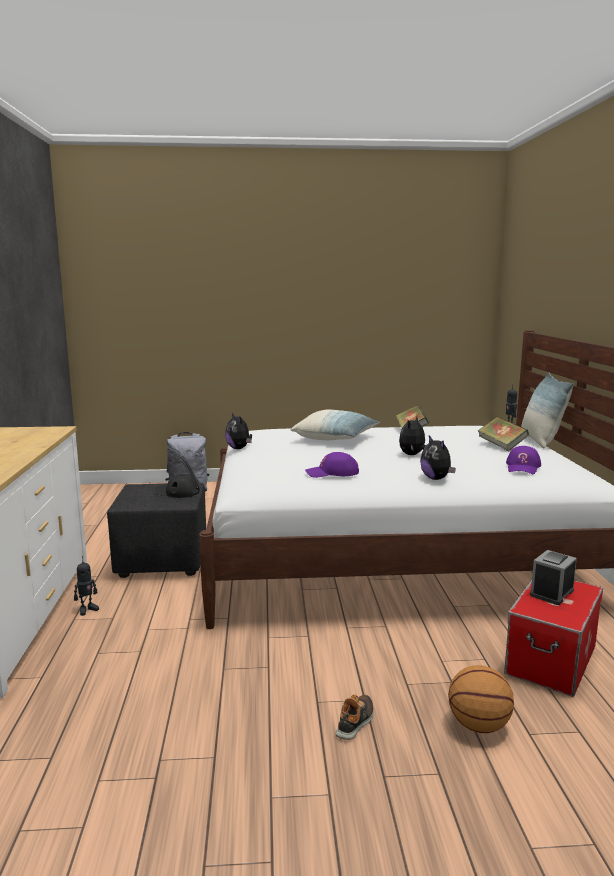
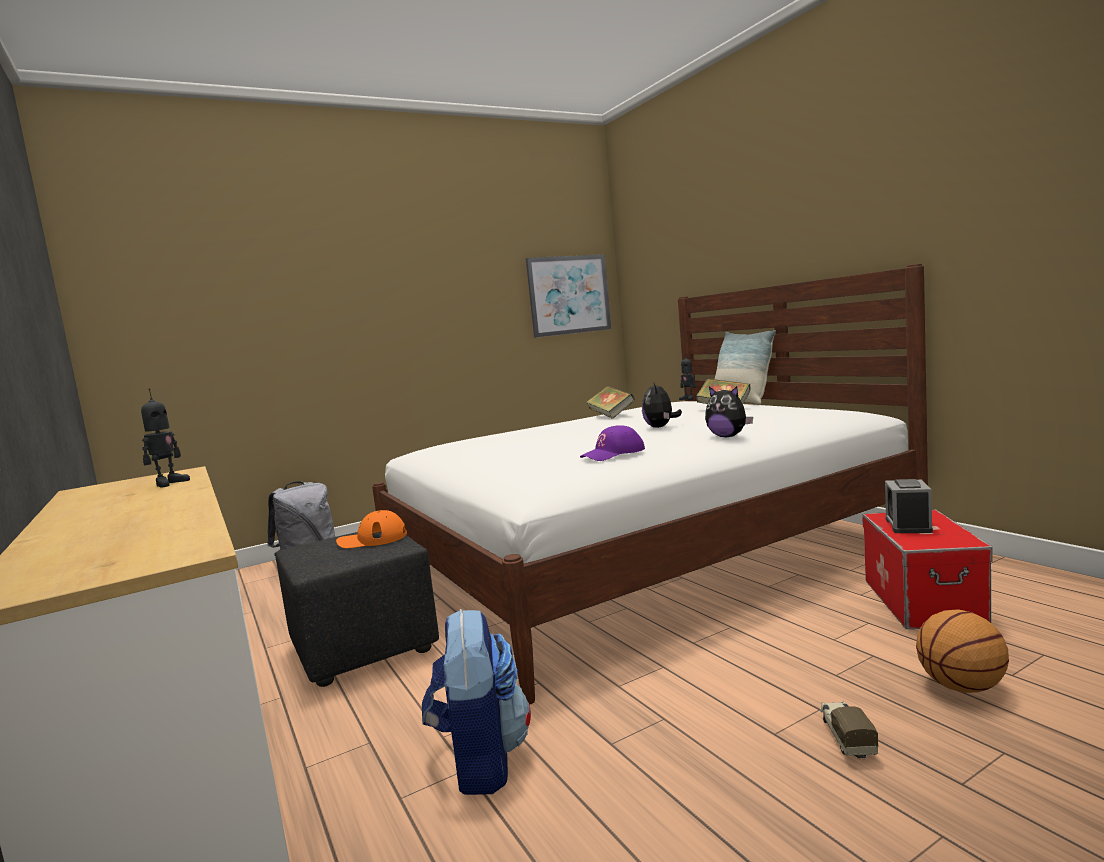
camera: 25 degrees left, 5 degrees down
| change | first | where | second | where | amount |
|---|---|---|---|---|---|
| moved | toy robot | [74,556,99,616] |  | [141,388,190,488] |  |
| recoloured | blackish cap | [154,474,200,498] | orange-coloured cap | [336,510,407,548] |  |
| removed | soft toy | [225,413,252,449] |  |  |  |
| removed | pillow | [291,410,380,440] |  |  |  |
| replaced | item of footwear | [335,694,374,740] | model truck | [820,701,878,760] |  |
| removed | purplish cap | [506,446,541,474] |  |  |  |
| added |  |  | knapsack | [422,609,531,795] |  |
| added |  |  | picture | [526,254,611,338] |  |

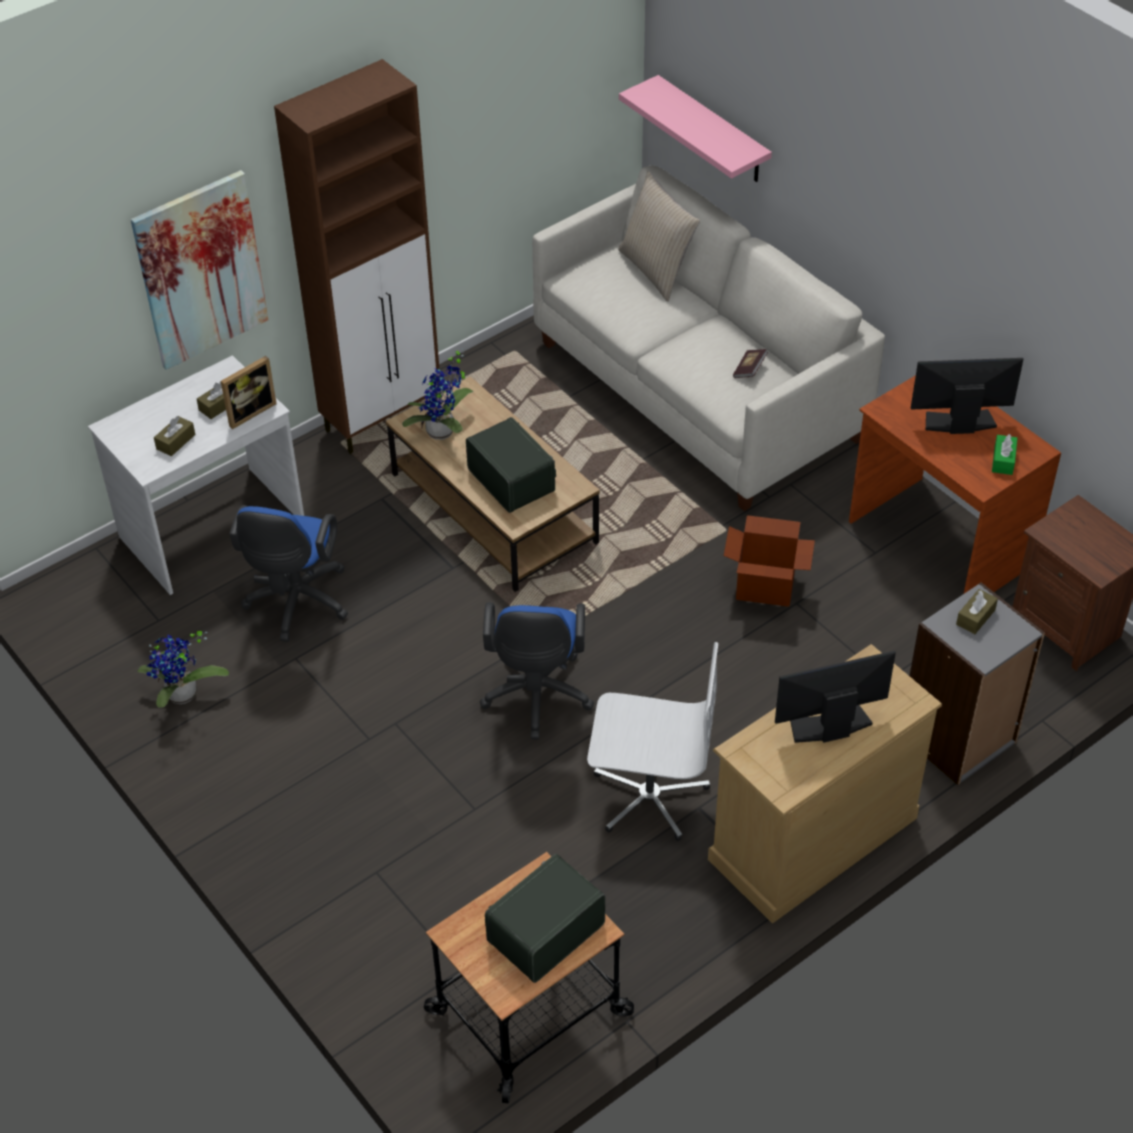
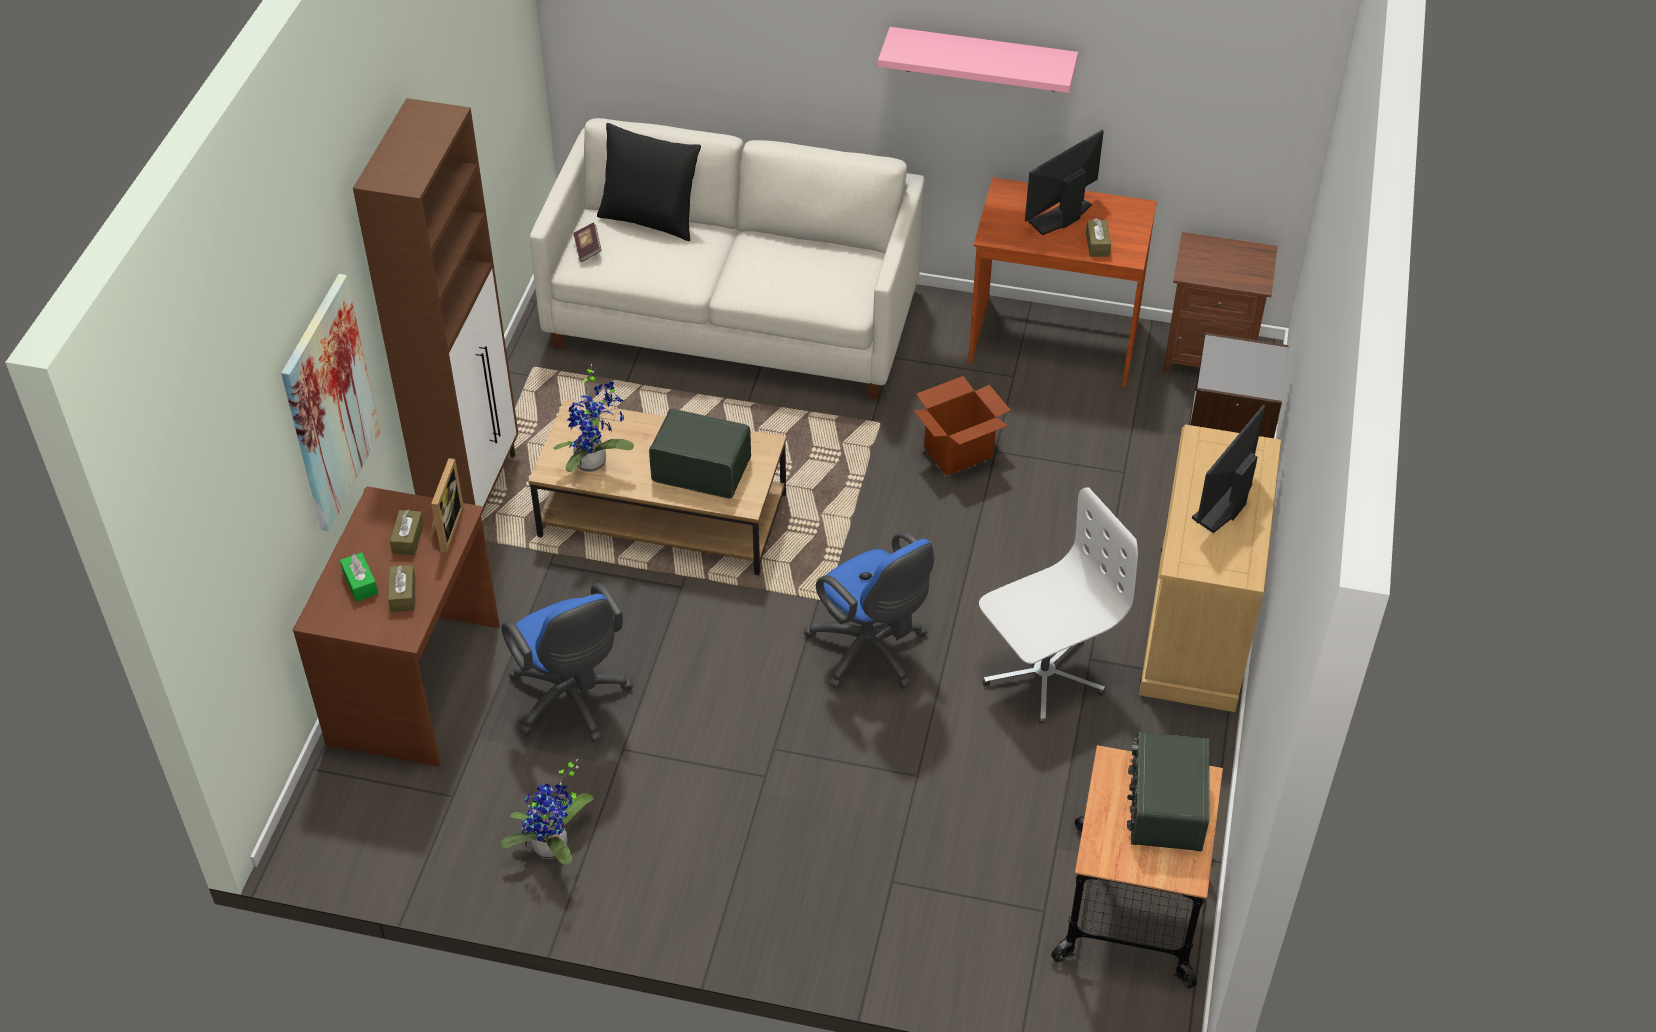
camera: 40 degrees left, 0 degrees up
| change | first | where | second | where | amount |
|---|---|---|---|---|---|
| recoloured | whitish desk table | [88,355,304,595] | brownish desk table | [293,486,500,767] |  |
| recoloured | sand-coloured pillow | [618,171,700,302] | blackish pillow | [597,123,701,241] |  |
| moved | pink bracket shelf | [619,75,772,182] |  | [878,27,1078,93] |  |
| moved | book | [733,349,768,378] |  | [573,222,602,262] |  |
| moved | brownish box of tissues | [956,589,998,634] |  | [1086,218,1111,257] |  |
| moved | green box of tissues | [992,434,1017,475] |  | [340,552,378,602] |  |

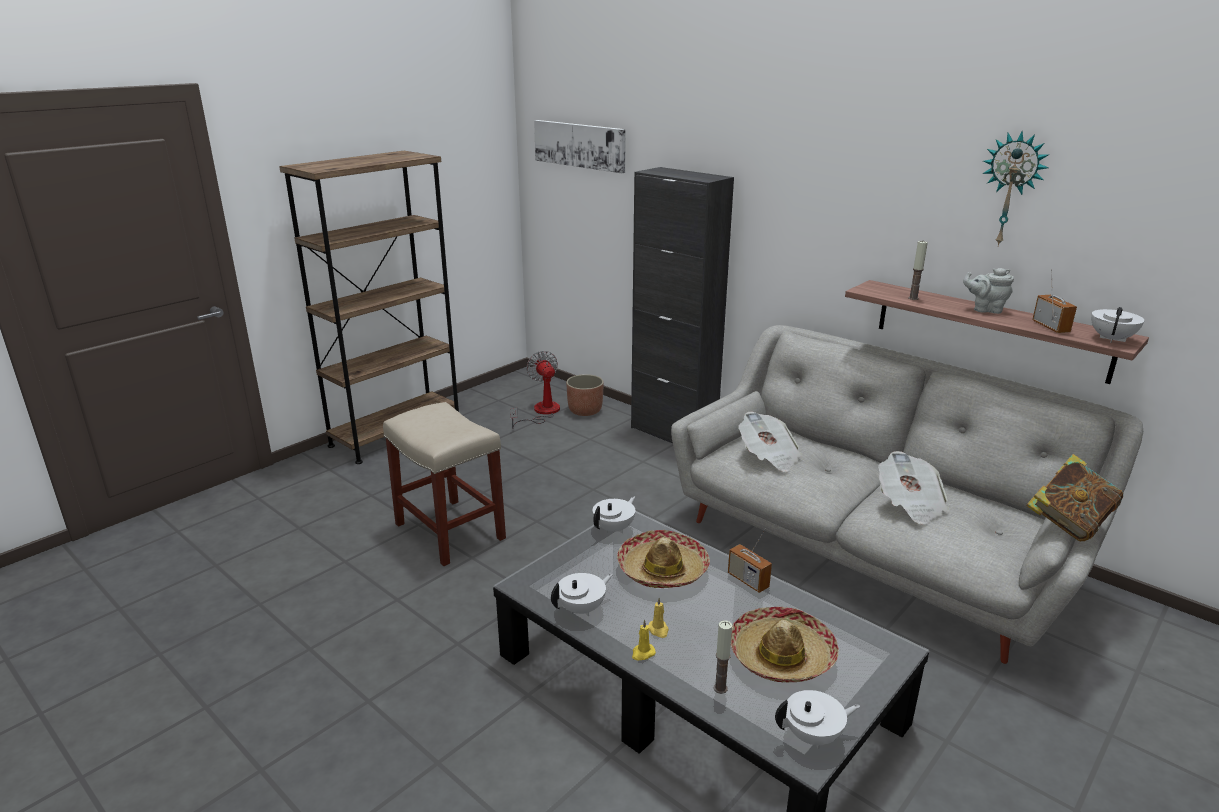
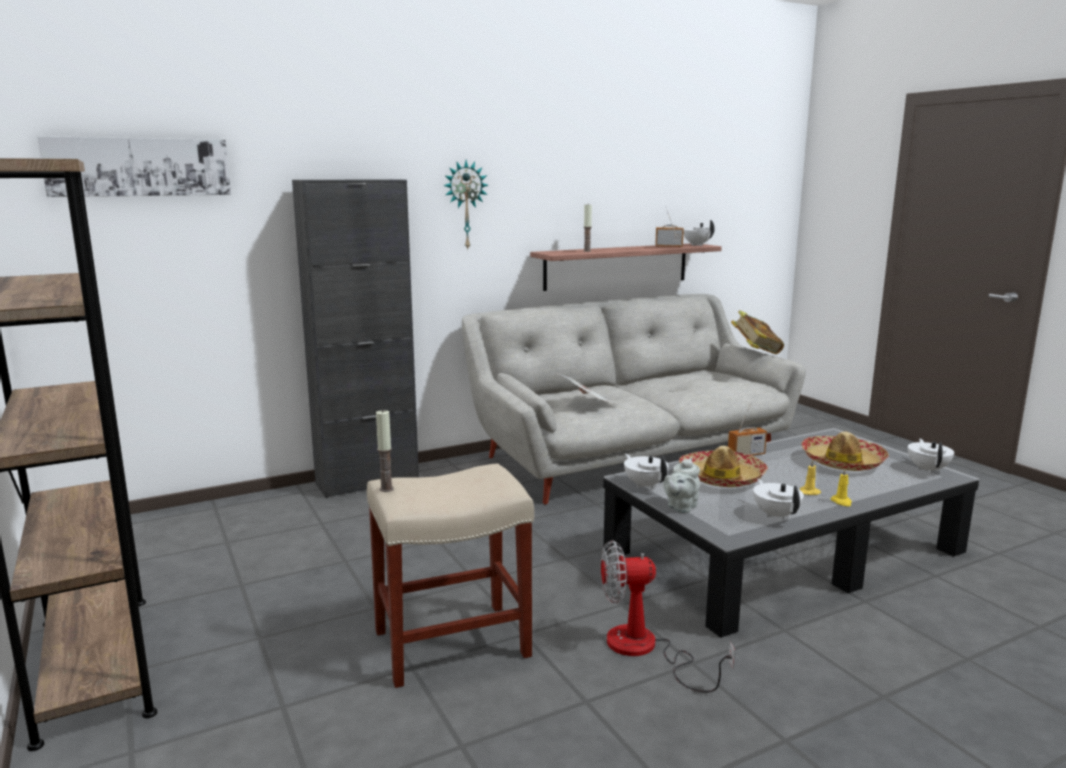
camera: 70 degrees left, 10 degrees down
| change | first | where | second | where | amount |
|---|---|---|---|---|---|
| moved | fan | [510,351,560,429] |  | [601,540,735,693] |  |
| removed | plant pot | [566,374,604,416] |  |  |  |
| moved | wax light | [714,620,732,694] |  | [376,410,394,492] |  |
| removed | newspaper | [878,451,949,525] |  |  |  |
| moved | greyish teapot | [963,268,1014,314] |  | [663,458,700,513] |  |
| moved | clock on the wall | [983,131,1049,247] |  | [443,160,488,251] |  |

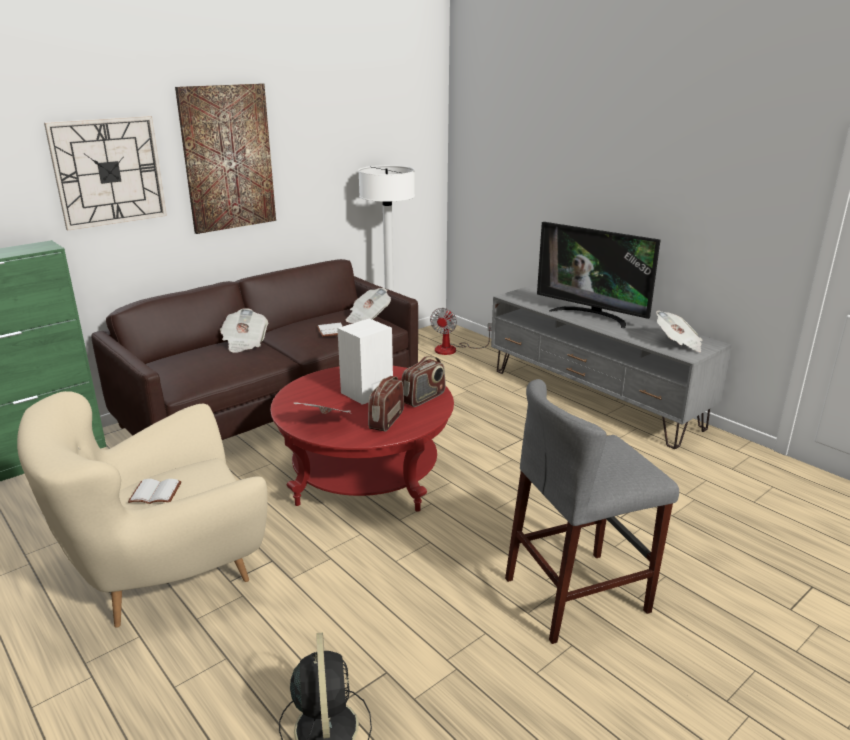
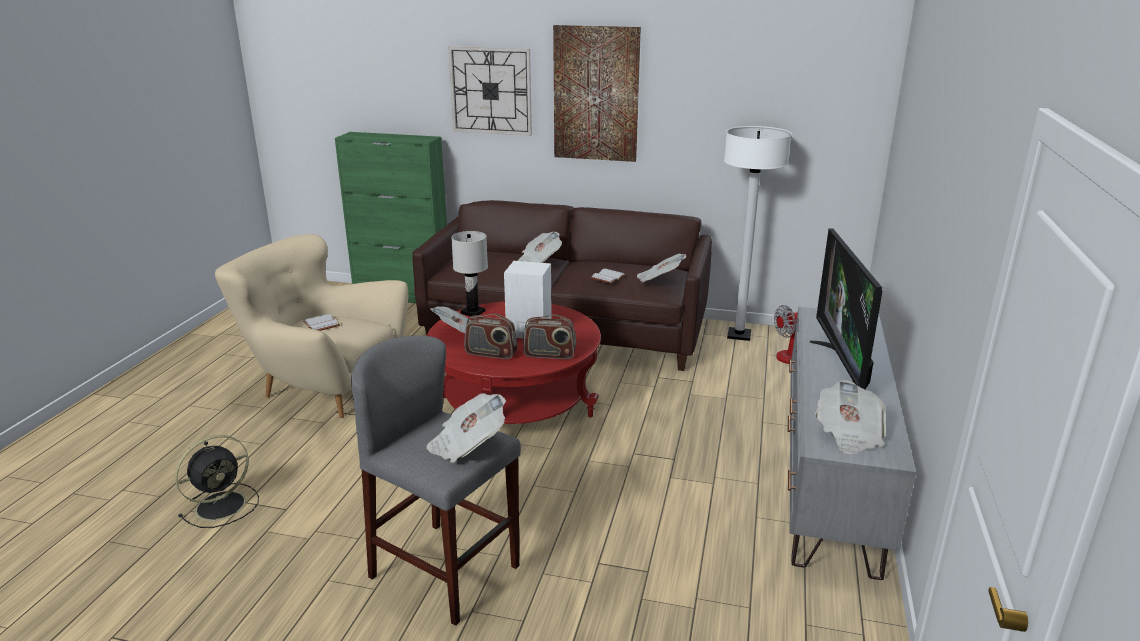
camera: 55 degrees right, 0 degrees up
| change | first | where | second | where | amount |
|---|---|---|---|---|---|
| turned | radio | [368,376,404,432] |  | [464,313,517,359] | 150 degrees counterclockwise |
| added |  |  | newspaper | [427,393,506,463] |  |
| added |  |  | whitish table lamp | [451,231,488,316] |  |

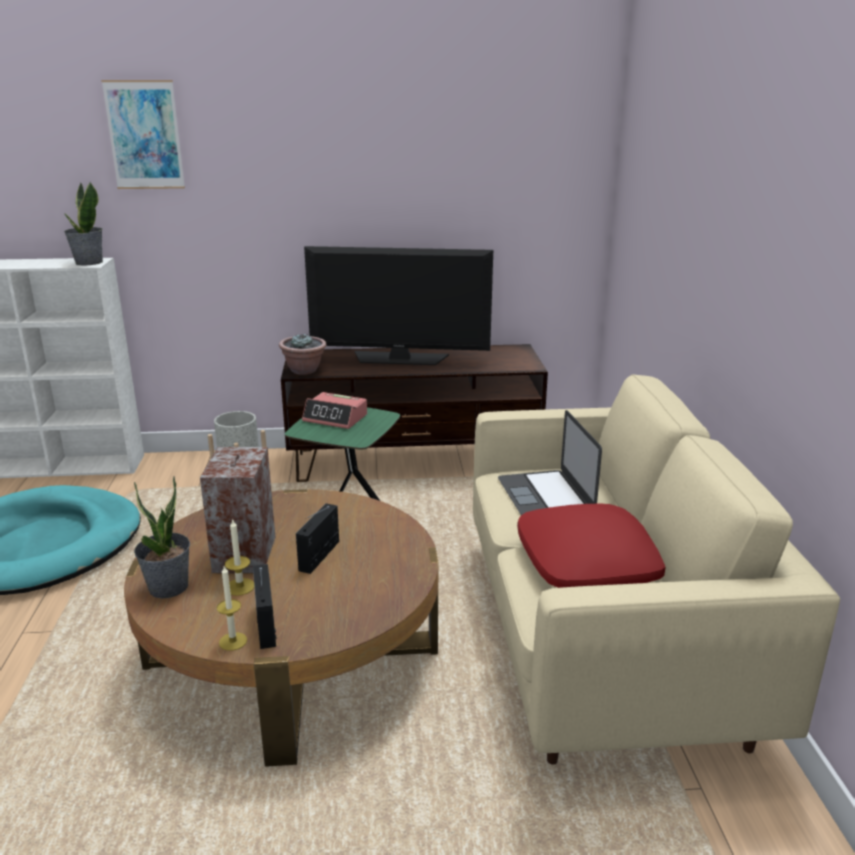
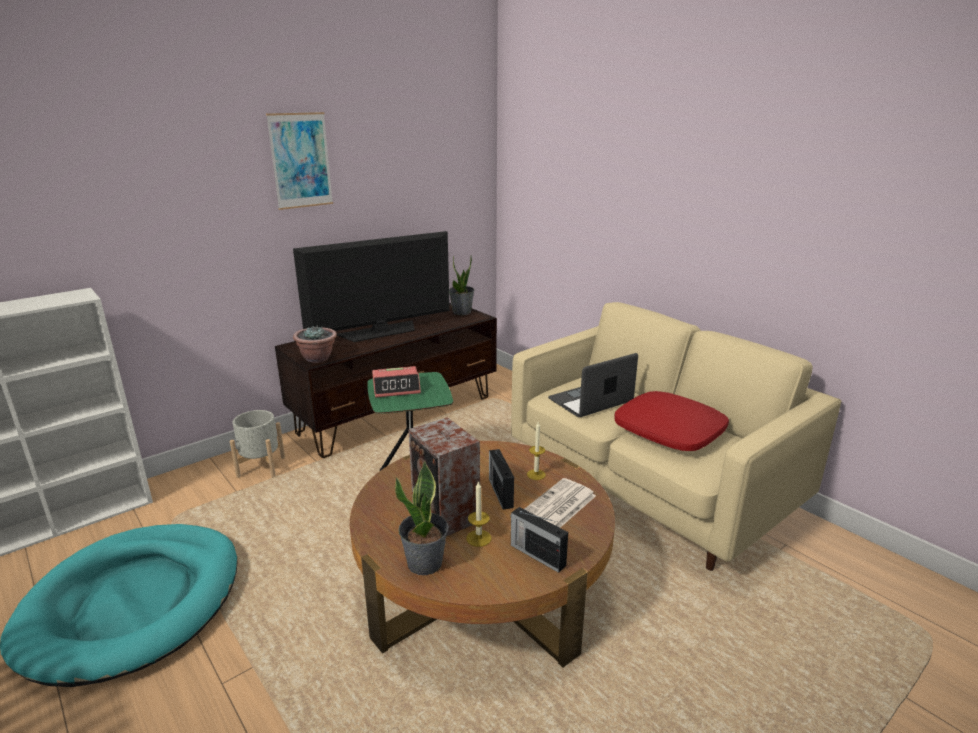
camera: 35 degrees left, 0 degrees up
| change | first | where | second | where | amount |
|---|---|---|---|---|---|
| moved | houseplant | [64,182,103,265] |  | [449,256,474,315] |  |
| moved | picture | [101,80,185,189] |  | [266,112,333,210] |  |
| moved | wax light | [217,566,247,651] |  | [527,422,546,480] |  |
| turned | notebook computer | [498,410,602,515] |  | [548,353,638,417] | 105 degrees clockwise |
| added |  |  | newspaper | [524,478,596,528] |  |

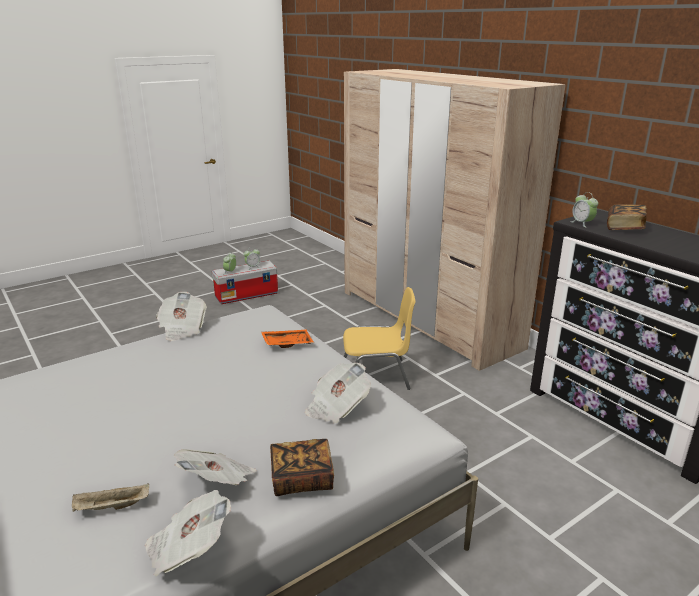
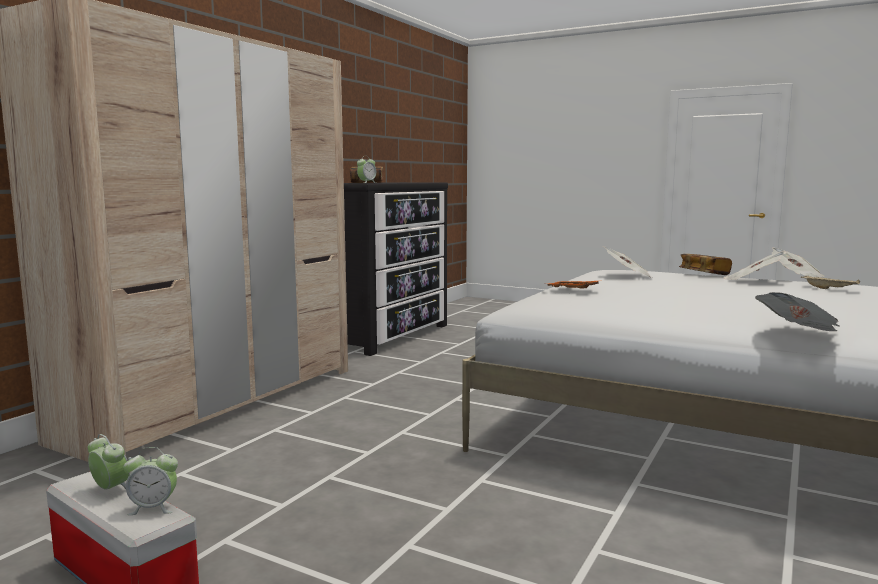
camera: 115 degrees left, 15 degrees down
| change | first | where | second | where | amount |
|---|---|---|---|---|---|
| moved | newspaper | [156,292,207,341] |  | [755,292,840,331] |  |
| removed | yellow plain chair | [343,287,416,390] |  |  |  |

